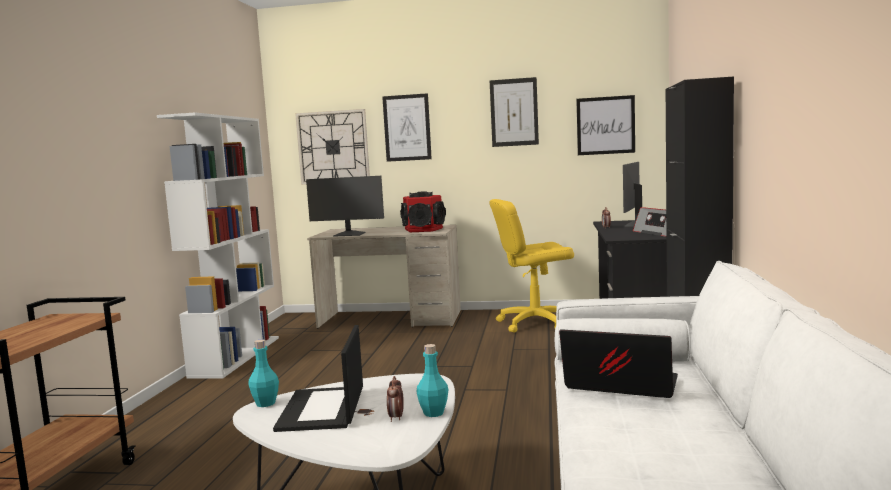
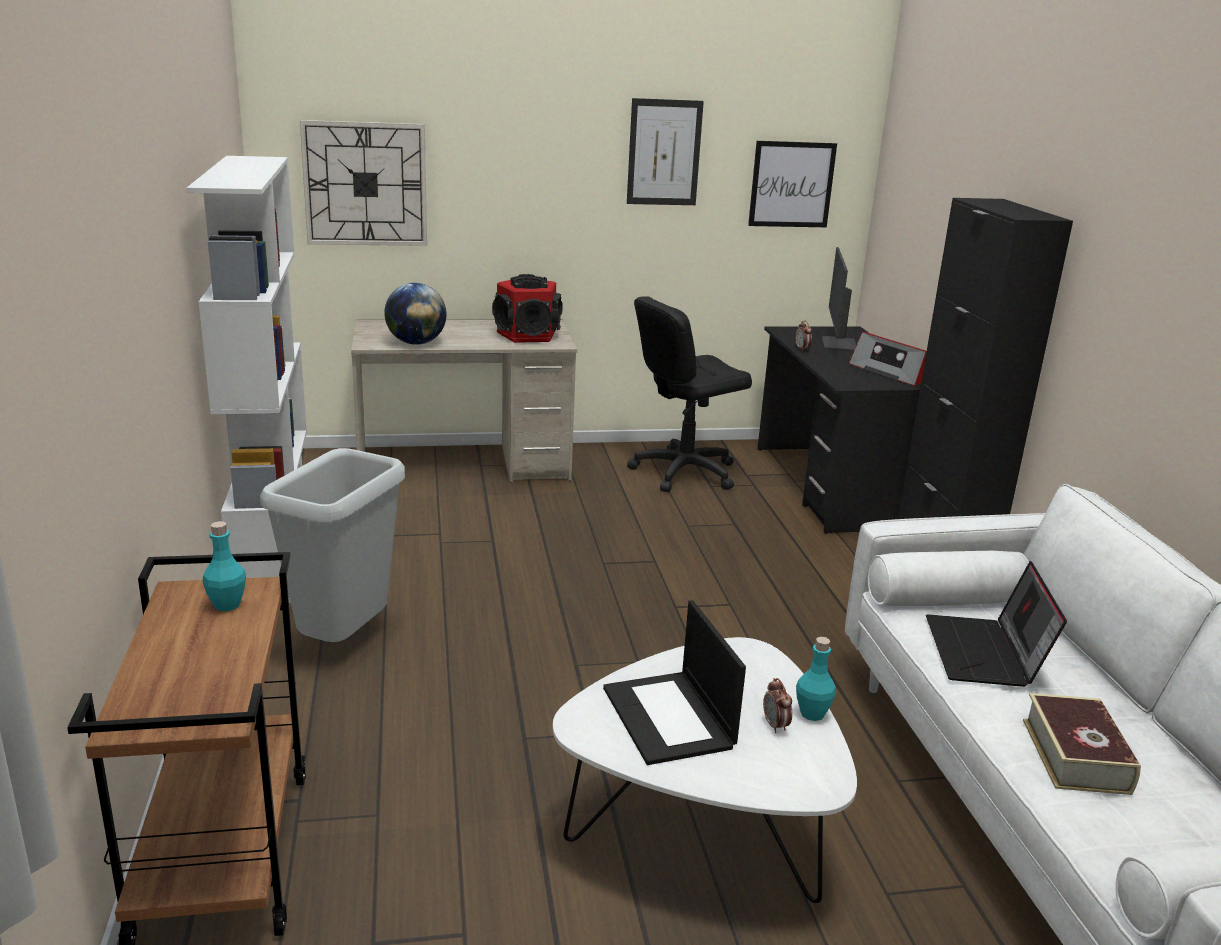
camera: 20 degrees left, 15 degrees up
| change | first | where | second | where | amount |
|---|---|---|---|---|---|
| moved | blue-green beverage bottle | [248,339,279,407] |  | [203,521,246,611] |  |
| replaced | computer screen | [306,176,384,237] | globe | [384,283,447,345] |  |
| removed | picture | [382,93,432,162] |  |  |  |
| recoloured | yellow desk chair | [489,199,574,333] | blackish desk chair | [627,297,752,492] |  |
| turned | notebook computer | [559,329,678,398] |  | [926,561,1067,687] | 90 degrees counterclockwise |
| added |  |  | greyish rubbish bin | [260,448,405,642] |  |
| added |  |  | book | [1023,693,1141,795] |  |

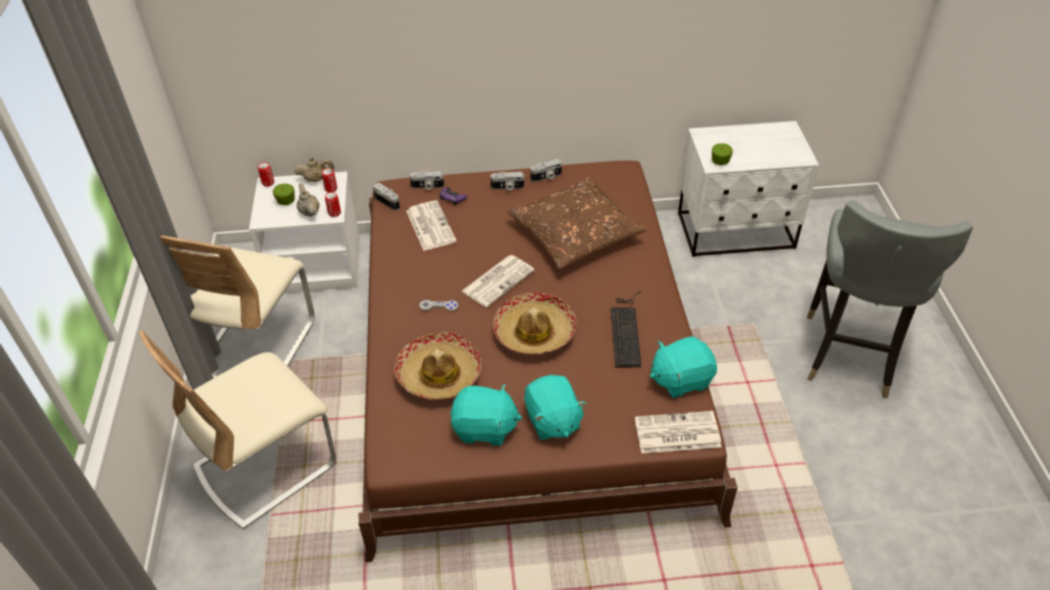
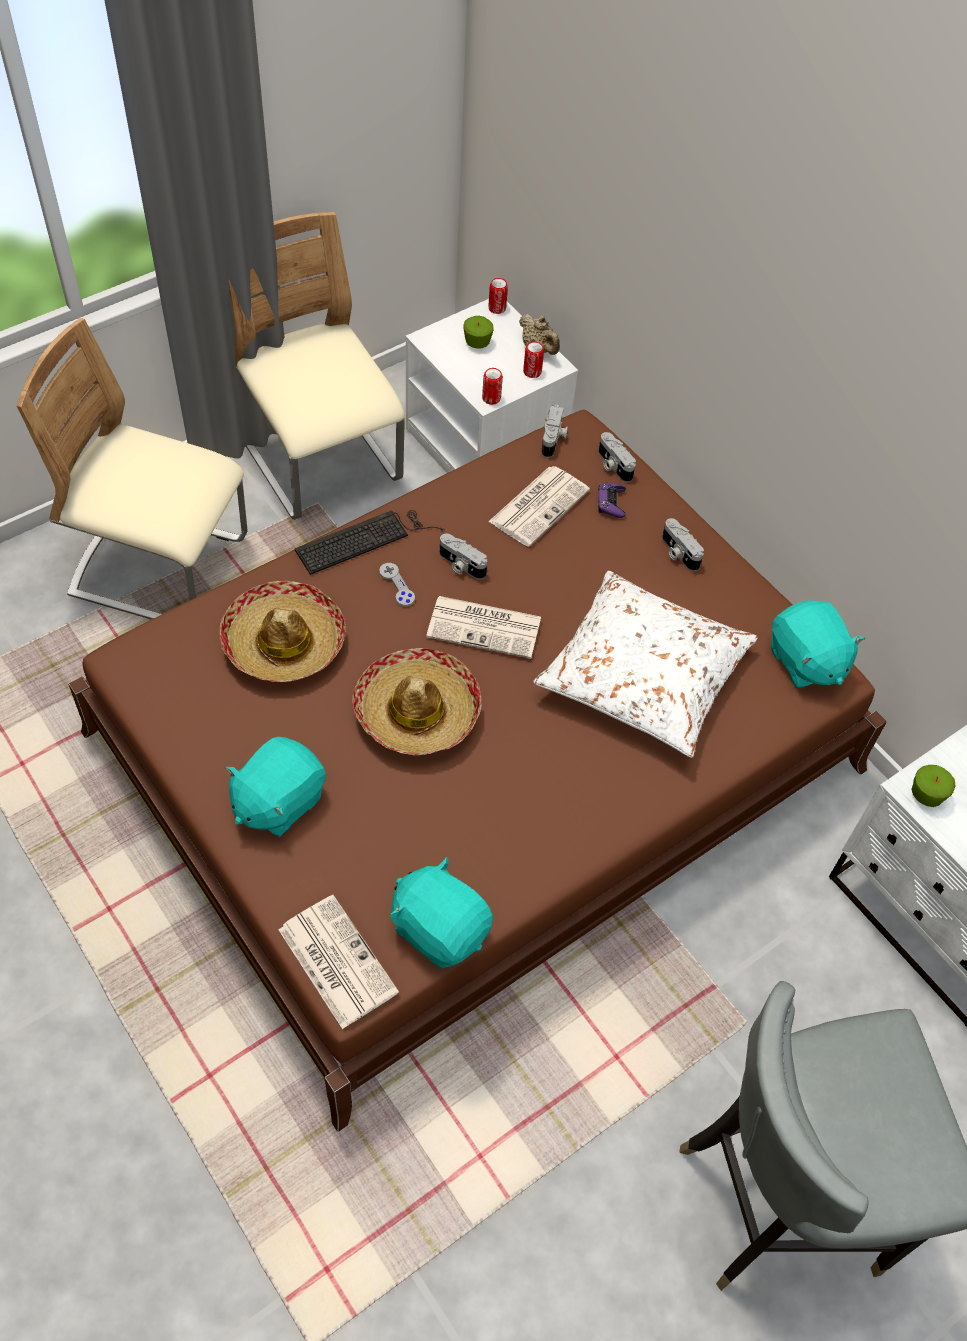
camera: 55 degrees right, 10 degrees up
| change | first | where | second | where | amount |
|---|---|---|---|---|---|
| turned | sand-coloured plain chair | [159,235,315,378] |  | [229,212,405,520] | 75 degrees clockwise |
| removed | sand-coloured teapot | [297,183,320,217] |  |  |  |
| moved | blue-green soft toy | [450,384,522,446] |  | [771,600,865,688] |  |
| recoloured | brownish pillow | [507,177,647,269] | whitish pillow | [533,571,758,758] |  |
| moved | still camera | [530,159,562,182] |  | [440,533,487,580] |  |
| moved | PC keyboard | [611,291,641,367] |  | [295,510,445,575] |  |

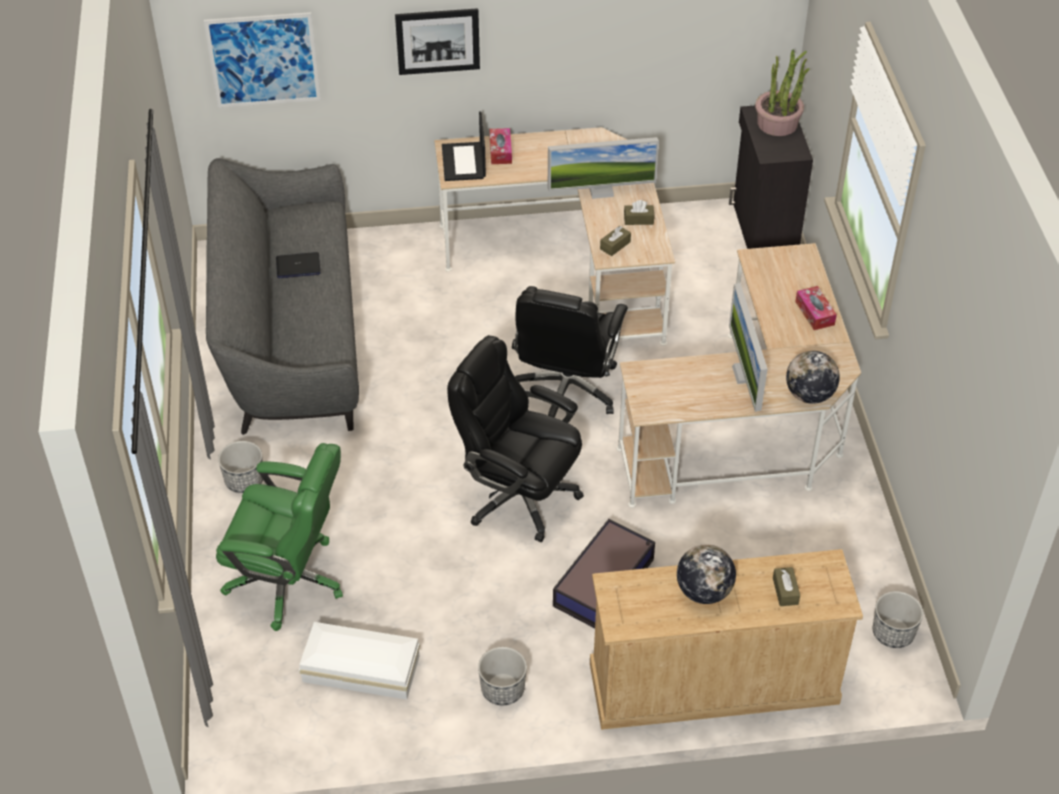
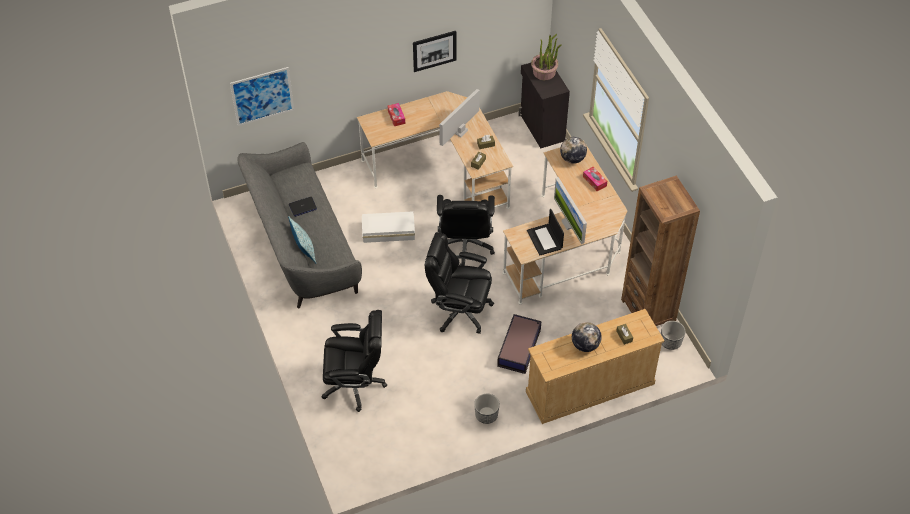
camera: 15 degrees left, 5 degrees up
| change | first | where | second | where | amount |
|---|---|---|---|---|---|
| recoloured | green desk chair | [216,443,343,631] | blackish desk chair | [322,310,387,412] |  |
| removed | plant pot | [218,441,263,493] |  |  |  |
| moved | whitish storage bin | [299,622,420,700] |  | [362,211,415,243] |  |
| moved | picture | [395,8,480,75] |  | [413,31,456,72] |  |
| moved | notebook computer | [442,112,486,181] |  | [527,209,564,255] |  |
| turned | computer screen | [548,137,659,199] |  | [439,89,480,146] | 150 degrees clockwise |
| moved | globe | [786,351,840,404] |  | [560,137,587,164] |  |
| added |  |  | pillow | [288,216,316,263] |  |
| added |  |  | brownish bookcase | [621,176,700,326] |  |

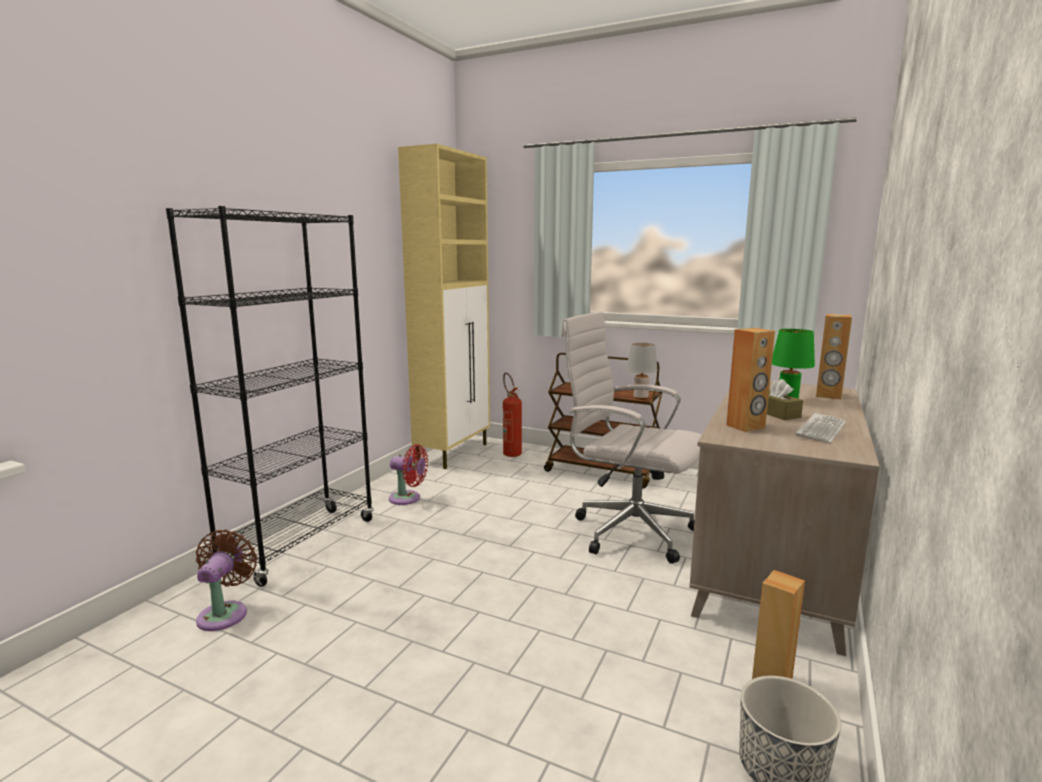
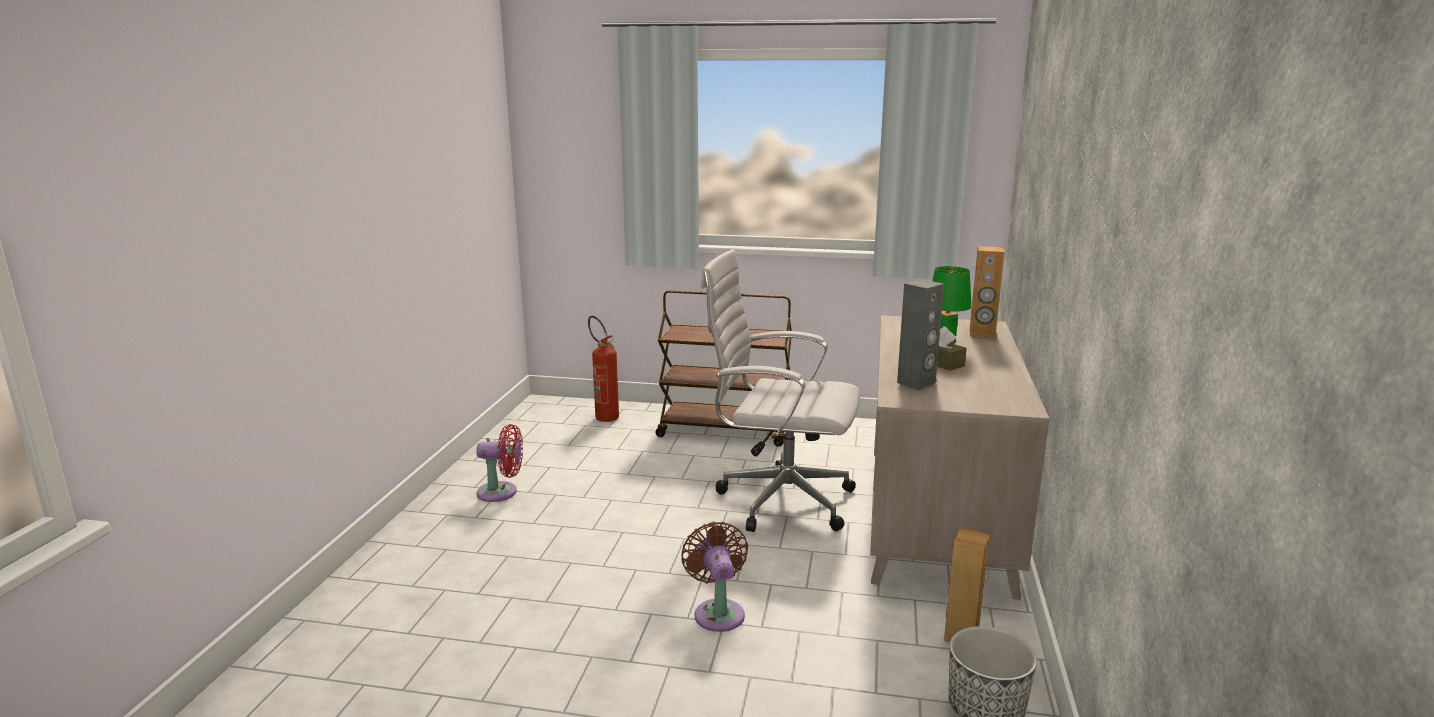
camera: 15 degrees left, 5 degrees up
| change | first | where | second | where | amount |
|---|---|---|---|---|---|
| removed | blackish bookcase | [166,206,373,587] |  |  |  |
| moved | brownish fan | [196,530,257,631] |  | [681,521,748,632] |  |
| removed | sand-coloured cupboard | [398,144,490,469] |  |  |  |
| removed | greyish table lamp | [626,343,658,400] |  |  |  |
| recoloured | brownish audio speaker | [726,328,775,432] | greyish audio speaker | [897,279,944,390] |  |
| removed | PC keyboard | [796,413,846,443] |  |  |  |

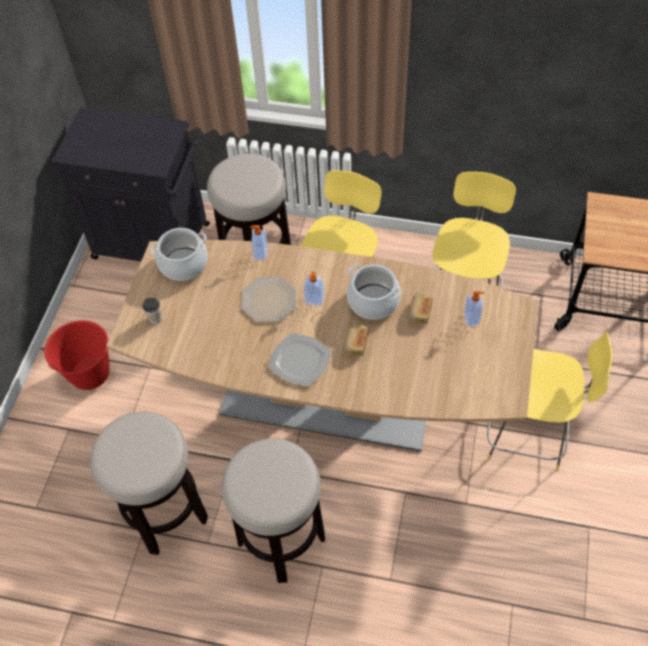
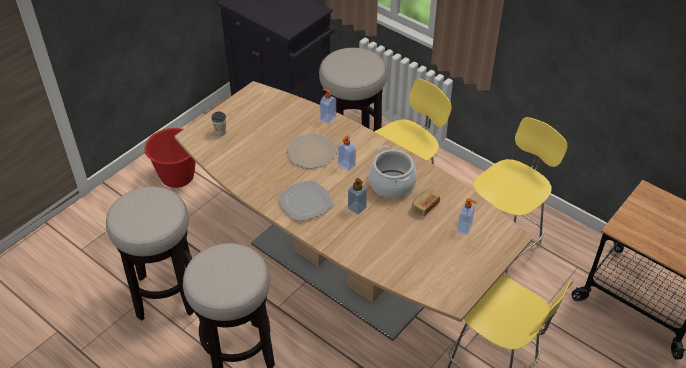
camera: 25 degrees right, 10 degrees down
| change | first | where | second | where | amount |
|---|---|---|---|---|---|
| removed | stockpot | [150,228,208,281] |  |  |  |
| replaced | bakery bread | [344,323,369,356] | soap dispenser | [348,178,367,214] |  |

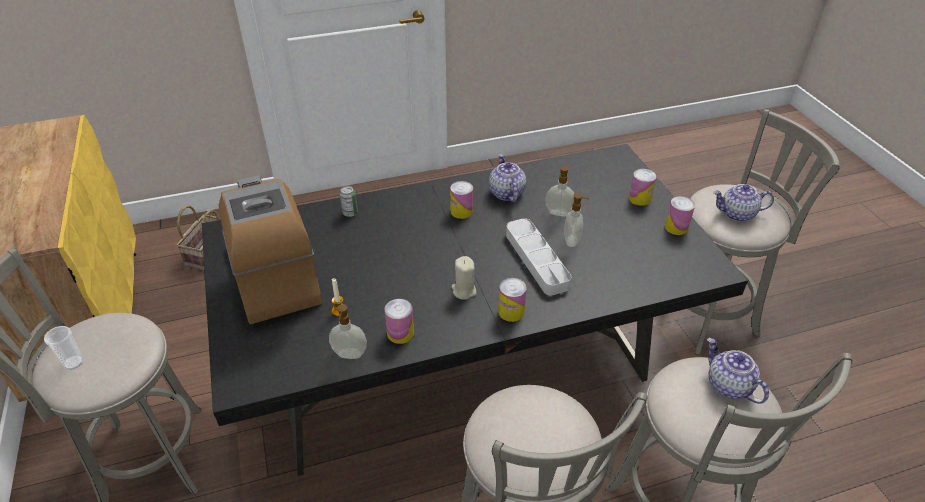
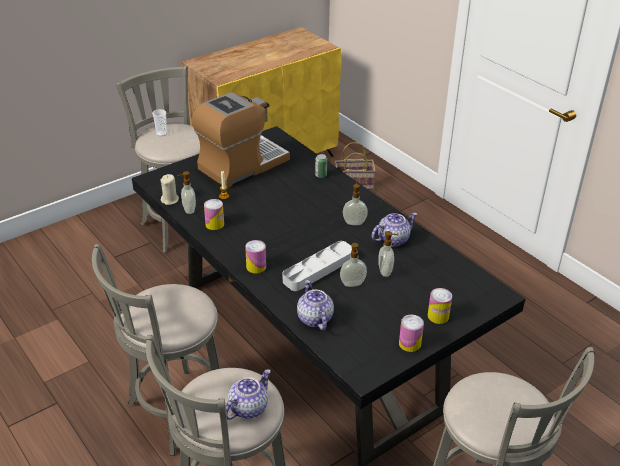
camera: 70 degrees right, 5 degrees down
| change | first | where | second | where | amount |
|---|---|---|---|---|---|
| replaced | can | [450,181,473,219] | soap dispenser | [343,183,368,225] |  |
| moved | sand-coloured wax light | [451,256,476,300] |  | [160,174,179,205] |  |
| moved | teapot | [713,184,774,222] |  | [297,280,334,330] |  |

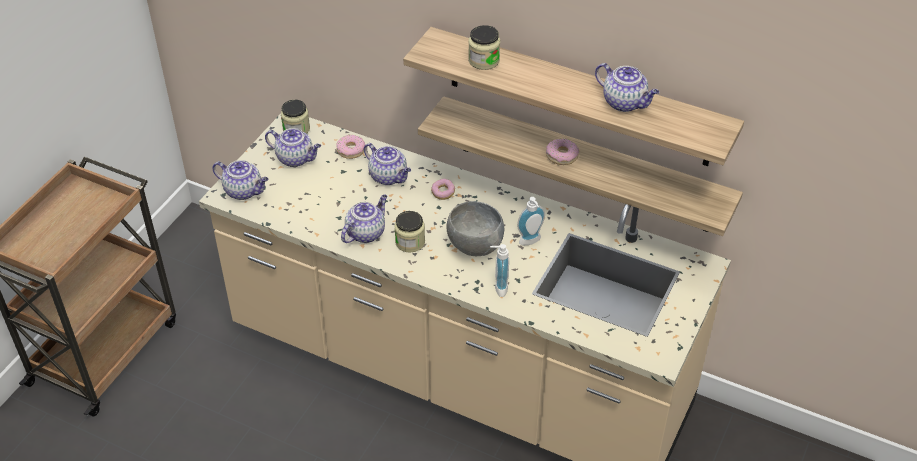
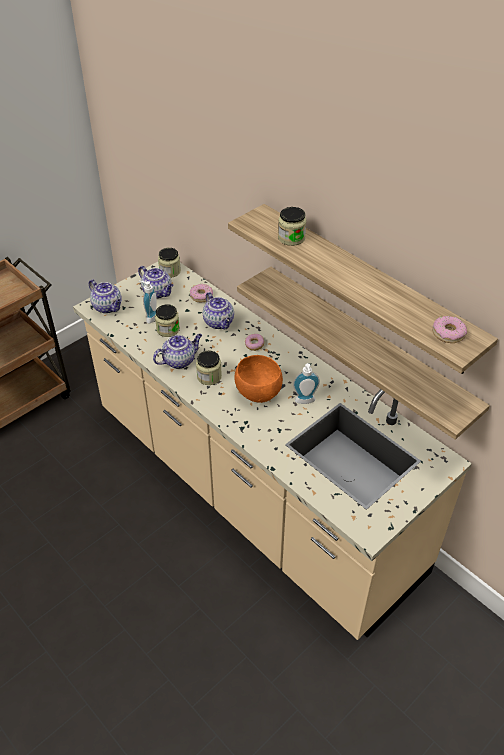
camera: 20 degrees right, 0 degrees up
| change | first | where | second | where | amount |
|---|---|---|---|---|---|
| recoloured | greyish bowl | [446,201,504,256] | orange-coloured bowl | [234,355,283,403] |  |
| moved | soap dispenser | [490,244,509,297] |  | [139,281,157,323] |  |
| moved | donut | [546,139,579,165] |  | [432,316,467,343] |  |
| removed | teapot | [595,63,659,112] |  |  |  |
| added |  |  | storage jar | [155,304,180,337] |  |

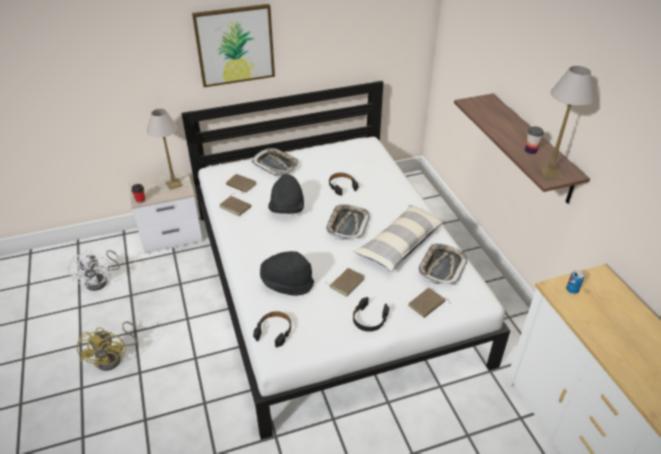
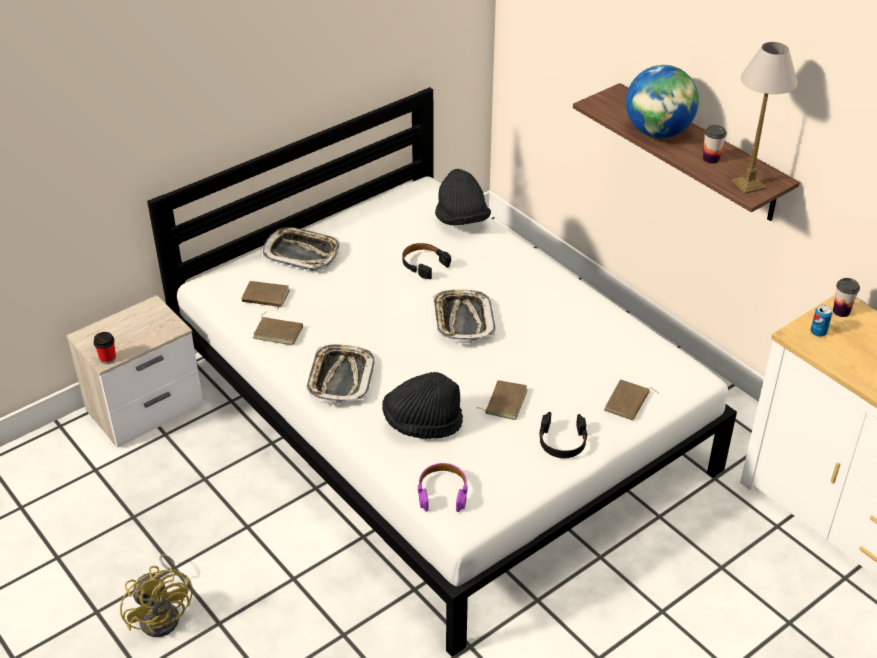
camera: 20 degrees left, 0 degrees up
| change | first | where | second | where | amount |
|---|---|---|---|---|---|
| removed | whitish fan | [68,250,120,291] |  |  |  |
| removed | table lamp | [147,109,183,190] |  |  |  |
| removed | picture | [192,4,275,87] |  |  |  |
| recoloured | blackish headset | [253,311,291,347] | purplish headset | [418,463,468,512] |  |
| moved | blackish hat | [268,174,304,214] |  | [435,169,491,226] |  |
| removed | pillow | [353,205,446,272] |  |  |  |
| moved | serving tray | [418,244,467,285] |  | [307,344,374,405] |  |
| added |  |  | globe | [626,65,699,138] |  |
| added |  |  | drinking cup | [833,278,860,317] |  |

